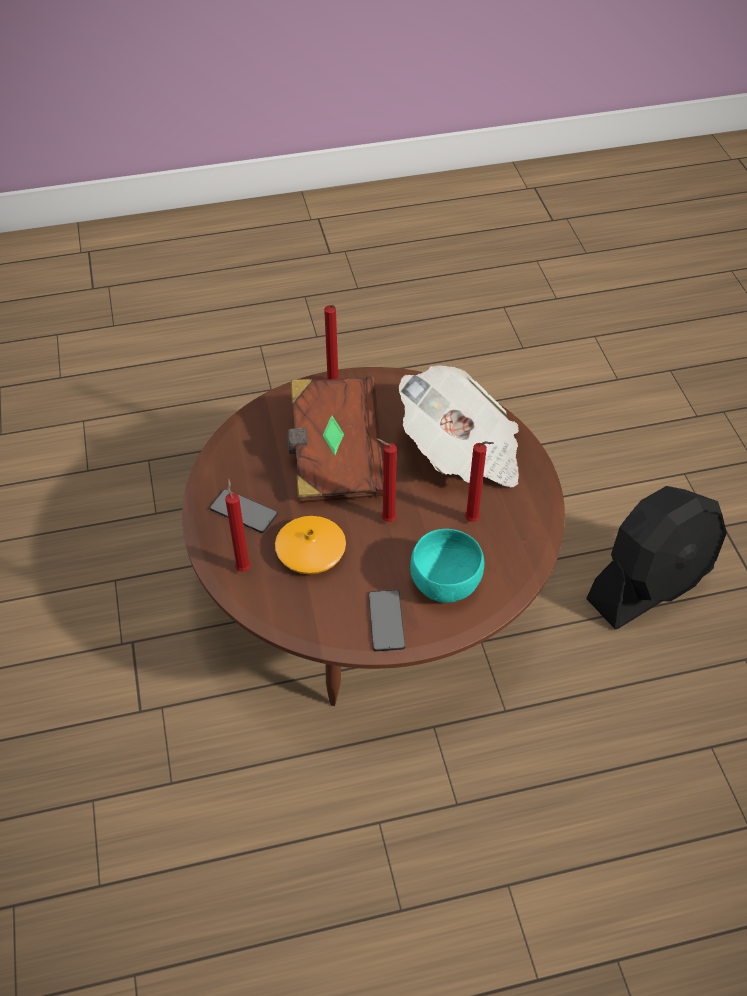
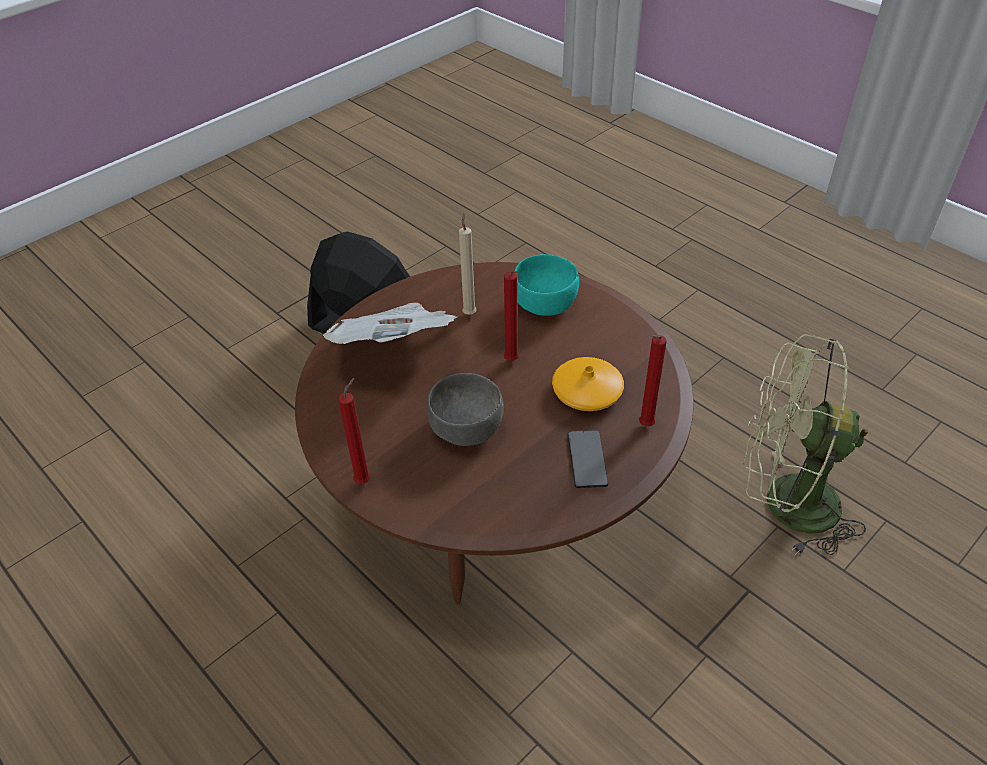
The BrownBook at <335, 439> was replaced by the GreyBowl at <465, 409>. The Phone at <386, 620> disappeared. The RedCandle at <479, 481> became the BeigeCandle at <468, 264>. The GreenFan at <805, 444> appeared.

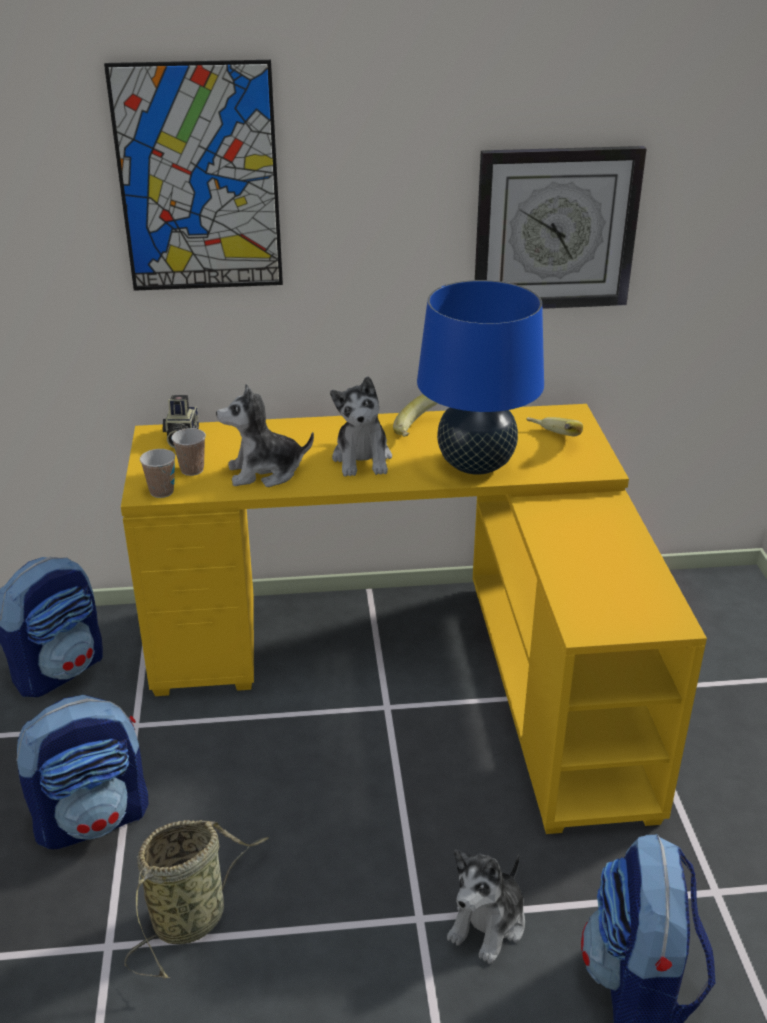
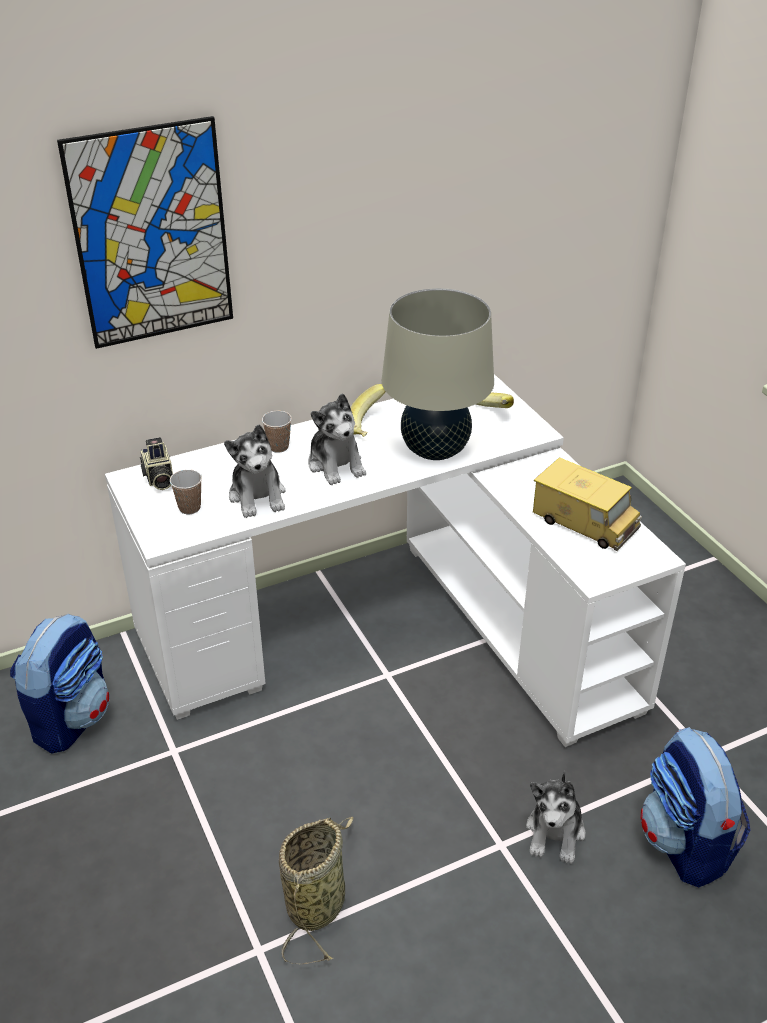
The Backpack at <82, 772> disappeared. The YellowDesk at <414, 619> became the WhiteDesk at <395, 560>. The Cup moved from <157, 473> to <277, 432>. The PlushToy at <265, 435> turned 75 degrees counterclockwise. The BlueTableLamp at <480, 377> became the BeigeTableLamp at <438, 374>. The WallClock at <560, 227> disappeared. The ToyTruck at <587, 504> appeared.

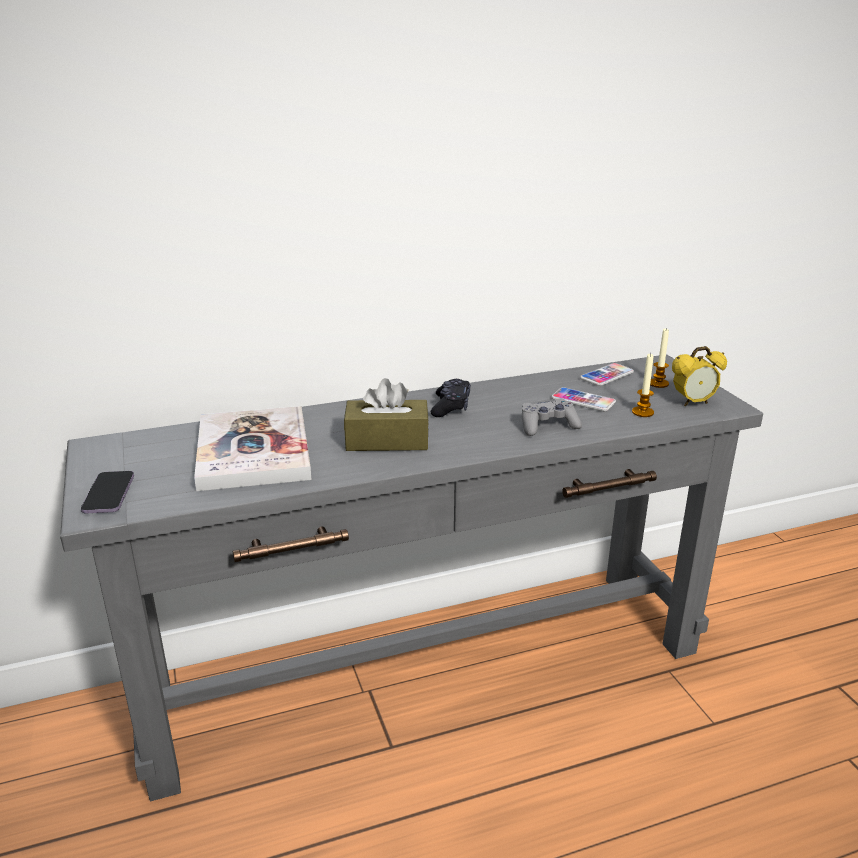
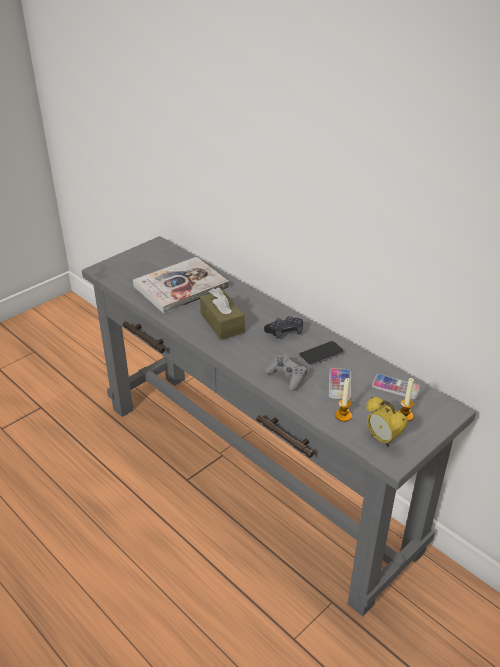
The Phone moved from <107, 492> to <321, 353>.

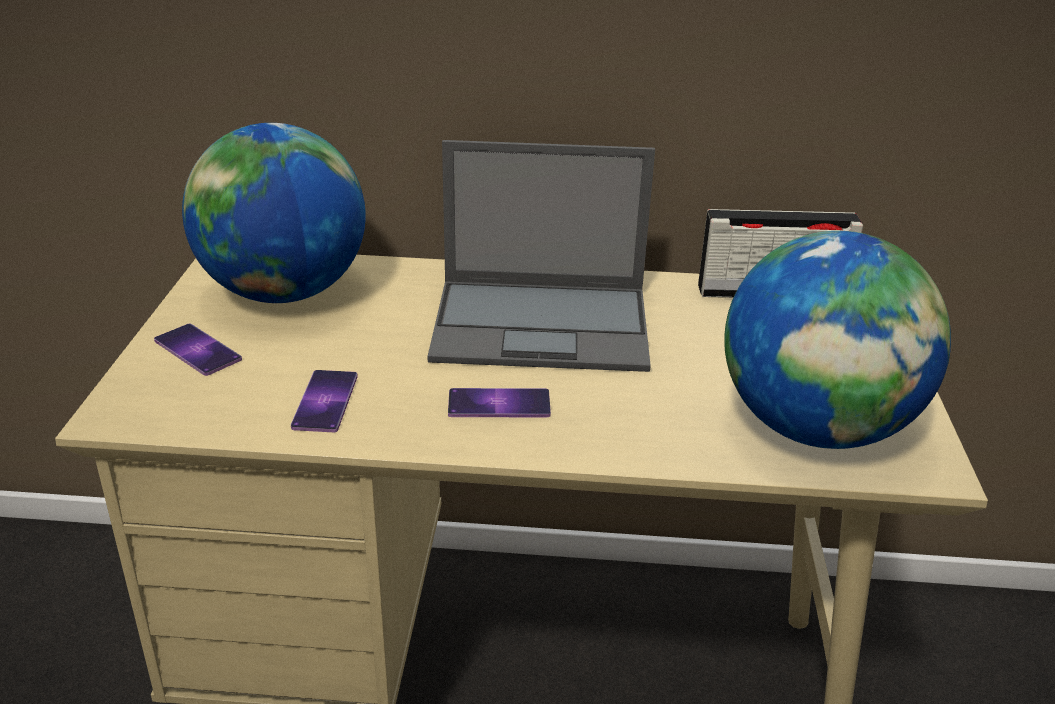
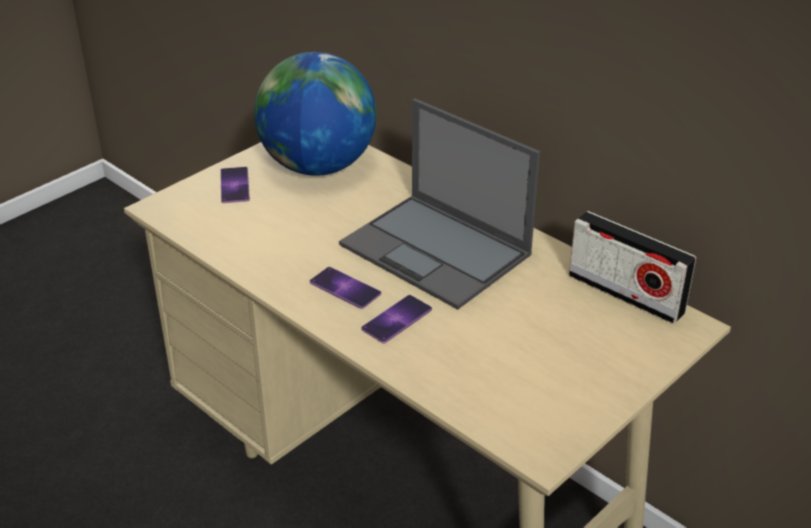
The Phone moved from <324, 401> to <396, 319>. The Globe at <837, 340> disappeared.

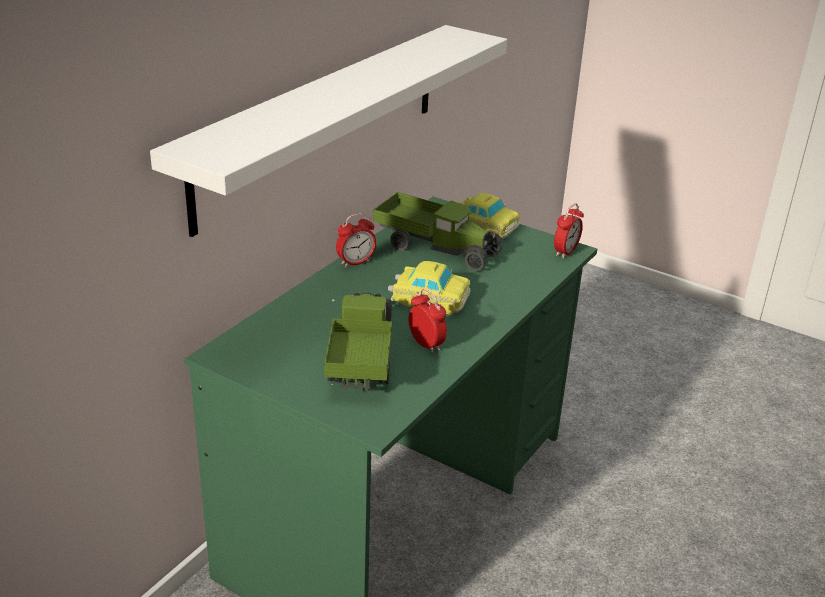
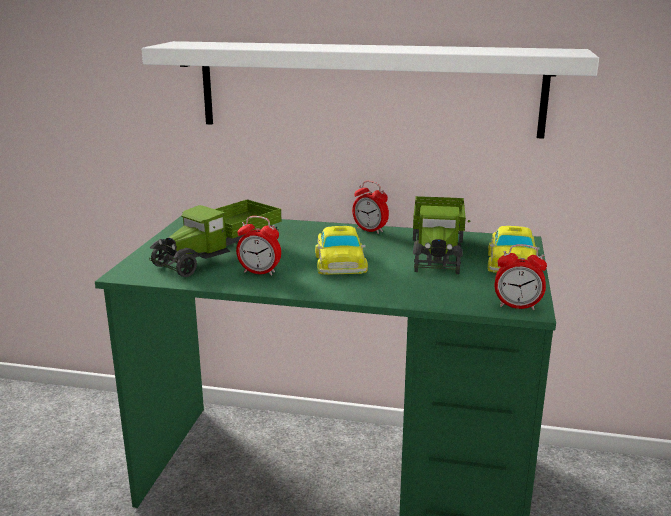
The ToyTruck at <358, 341> turned 150 degrees clockwise. The AlarmClock at <427, 321> turned 75 degrees clockwise.

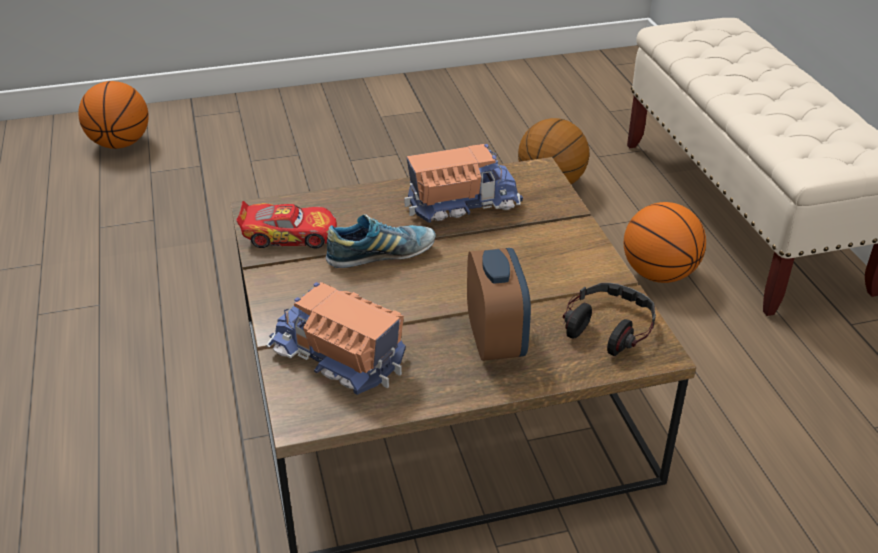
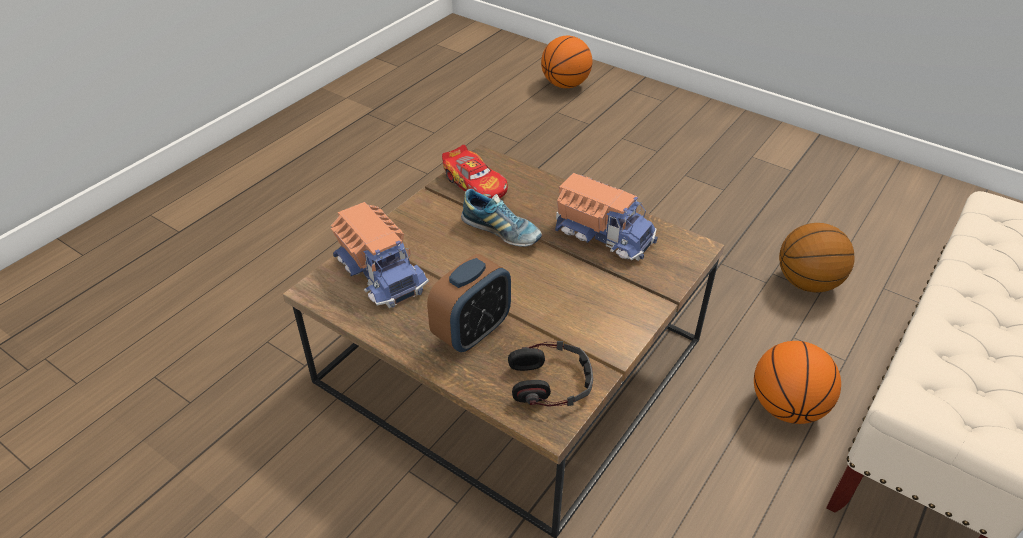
The ToyTruck at <336, 338> turned 150 degrees clockwise.

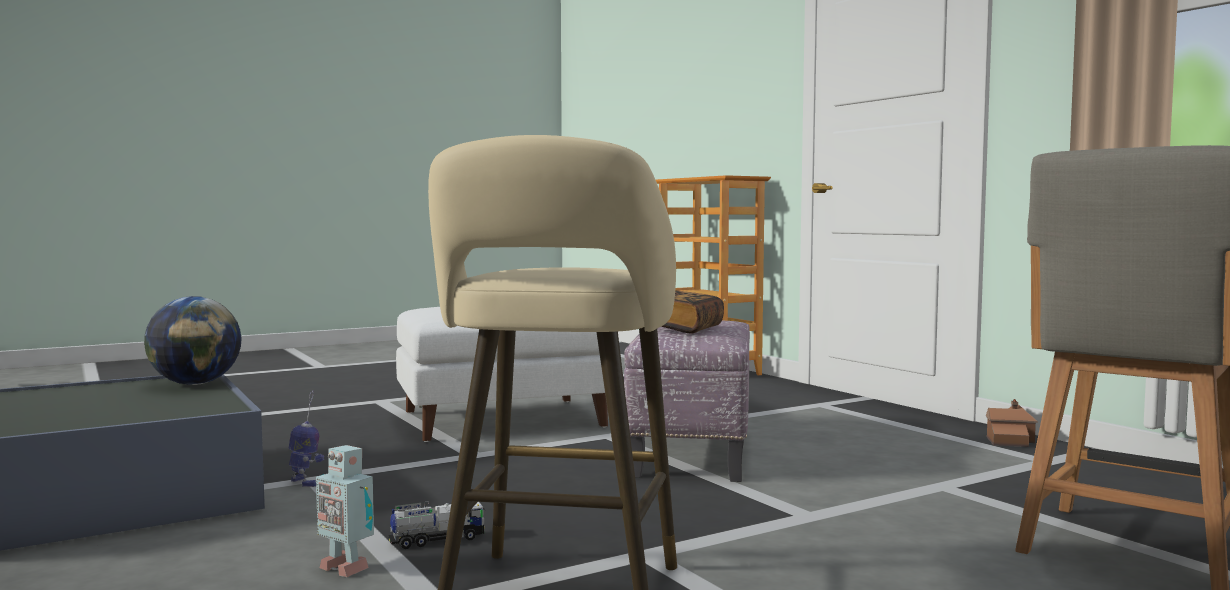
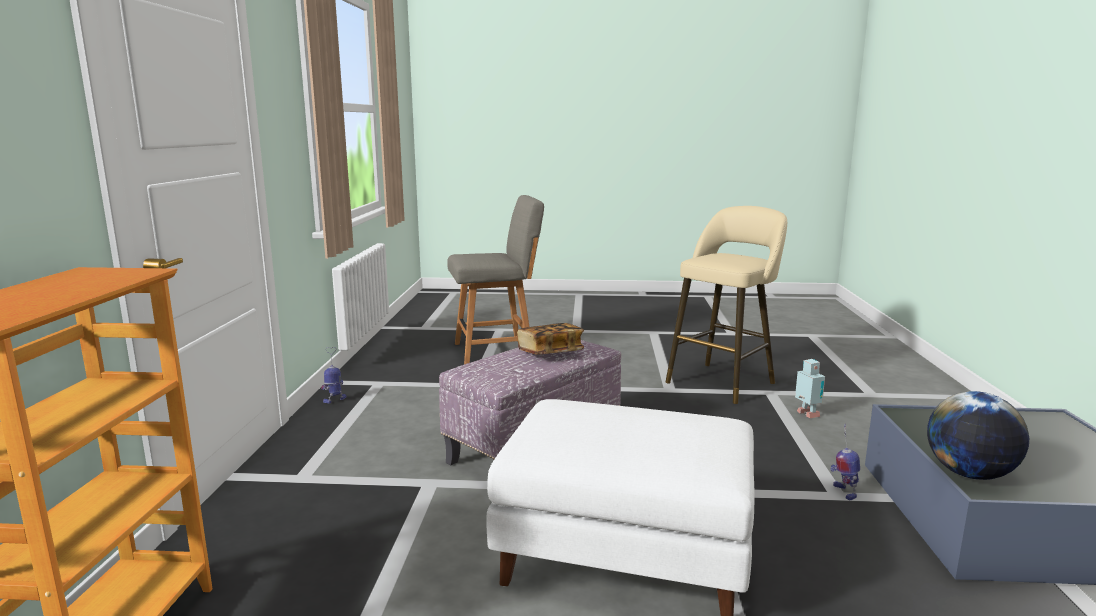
The ToyTruck at <436, 525> disappeared. The ToyHouse at <1012, 423> was replaced by the ToyRobot at <334, 375>.

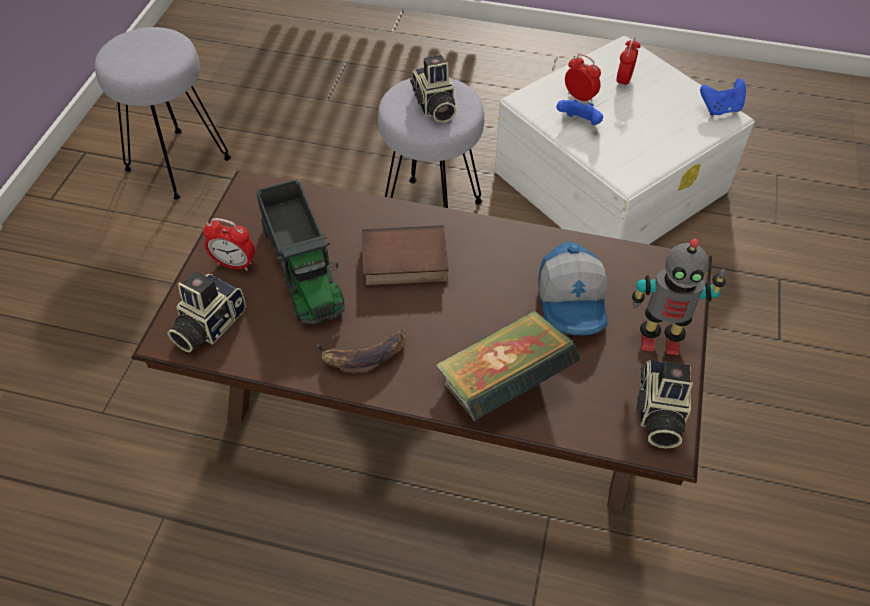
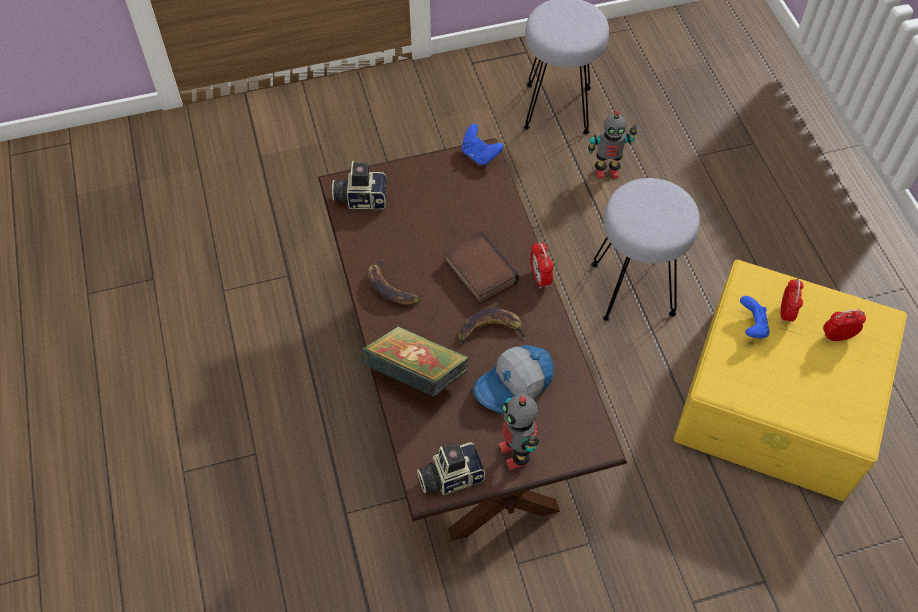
The AlarmClock moved from <229, 244> to <542, 265>. The ToyTruck at <300, 252> disappeared. The PhotoCamera at <433, 89> disappeared. The WhiteStorageBox at <625, 140> became the YellowStorageBox at <790, 380>. The BlueGameController moved from <723, 97> to <483, 144>. The Banana at <493, 326> appeared. The ToyRobot at <612, 144> appeared.

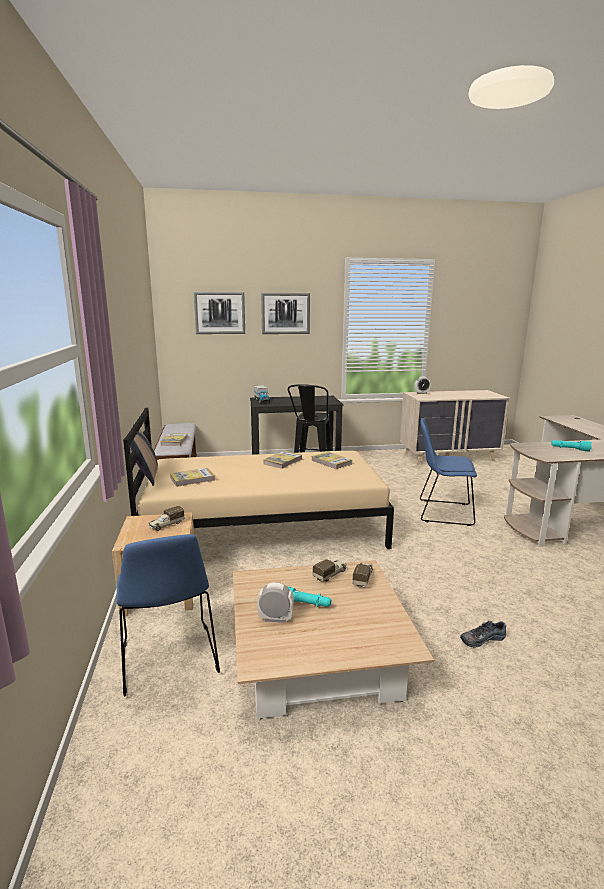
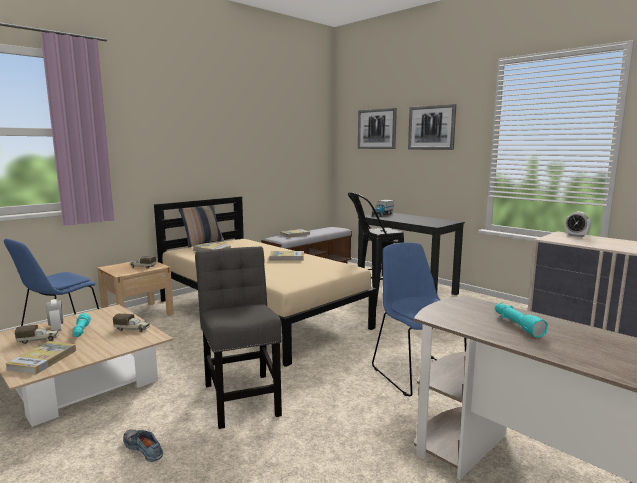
The Book moved from <331, 460> to <40, 358>. The ToyTruck moved from <363, 575> to <37, 334>. The GreyChair at <238, 338> appeared.

